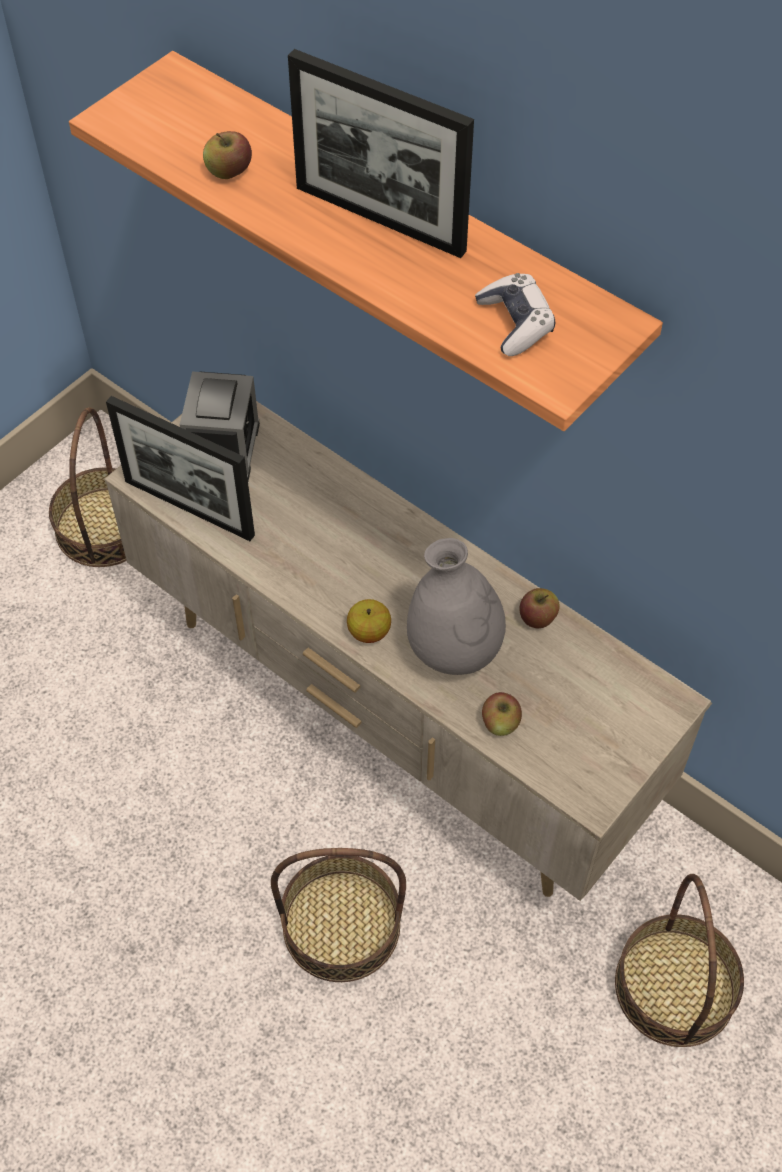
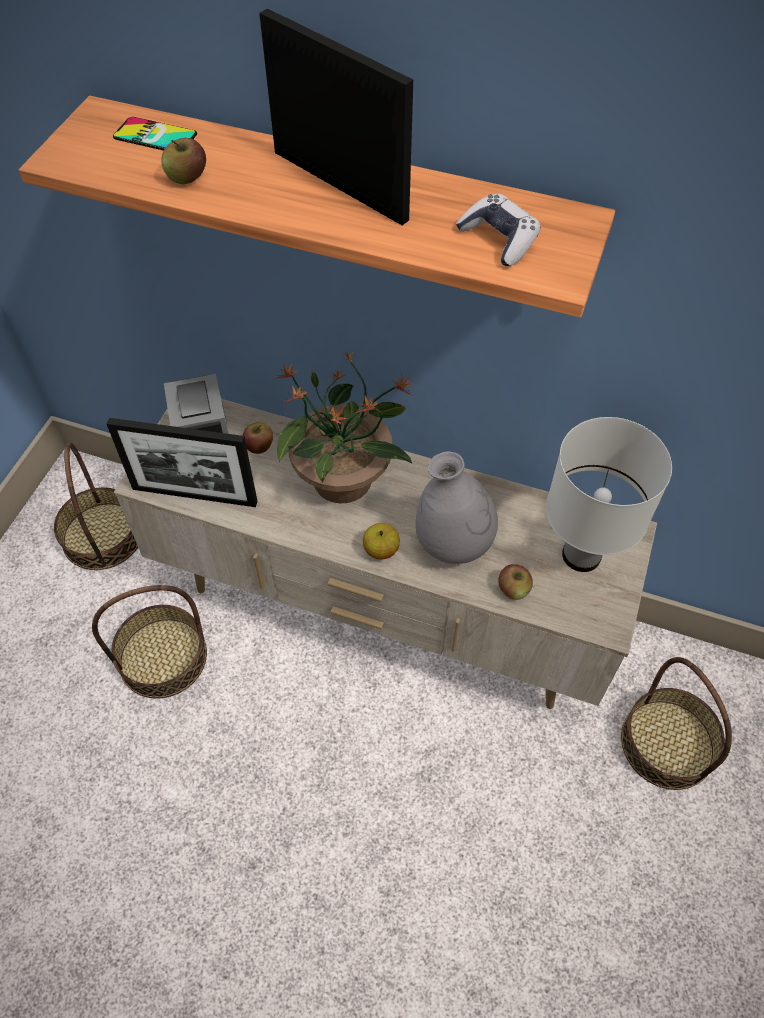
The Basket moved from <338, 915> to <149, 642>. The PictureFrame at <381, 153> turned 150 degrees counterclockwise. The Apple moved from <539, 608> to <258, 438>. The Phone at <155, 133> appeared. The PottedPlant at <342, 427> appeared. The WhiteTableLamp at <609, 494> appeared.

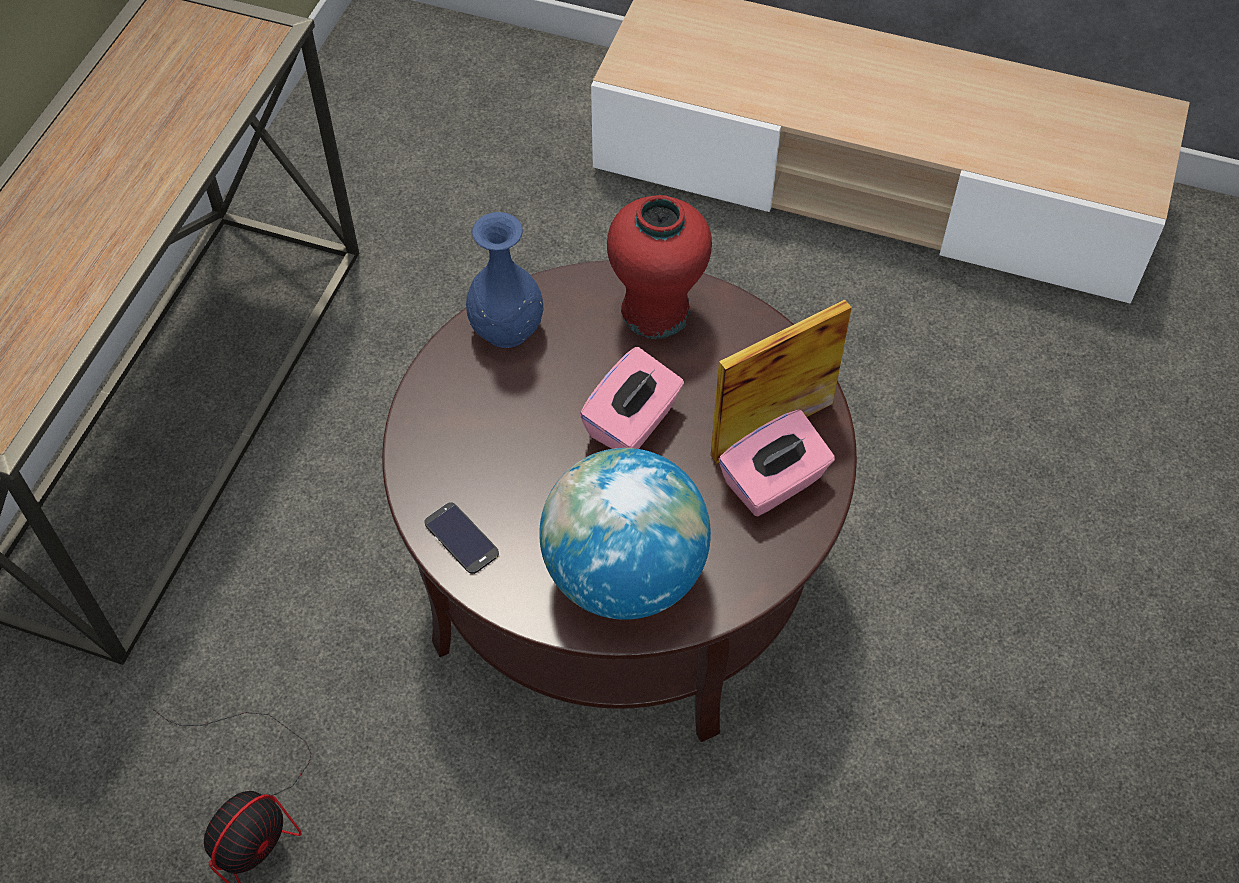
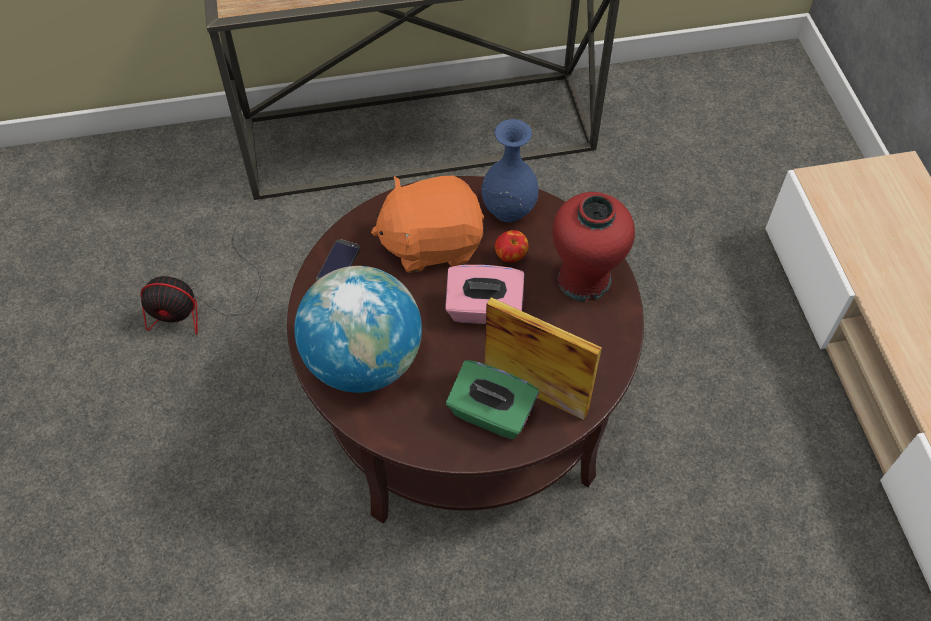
The PinkTissueBox at <777, 463> became the GreenTissueBox at <492, 400>. The OrangePlushToy at <427, 224> appeared. The Apple at <511, 246> appeared.

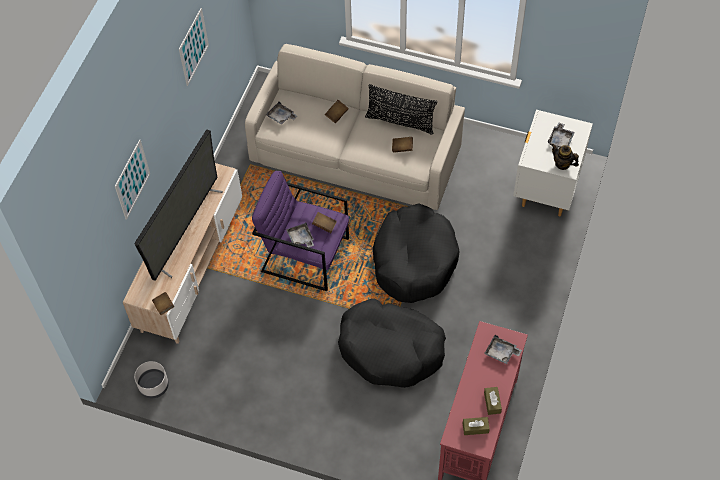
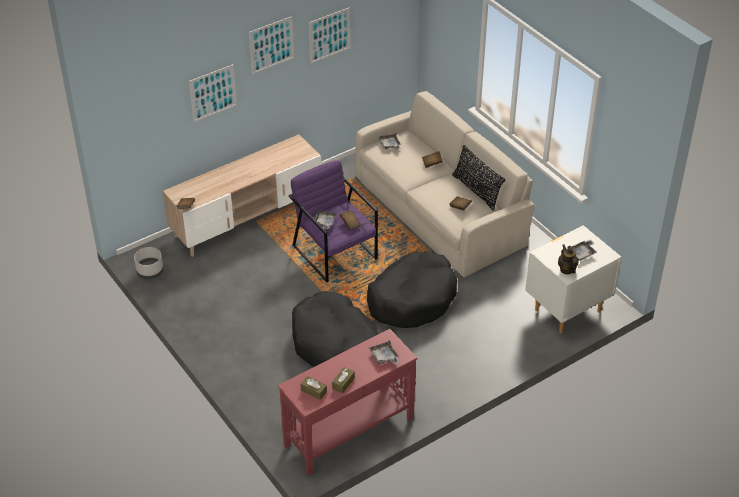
The Television at <179, 205> disappeared. The Picture at <271, 45> appeared.

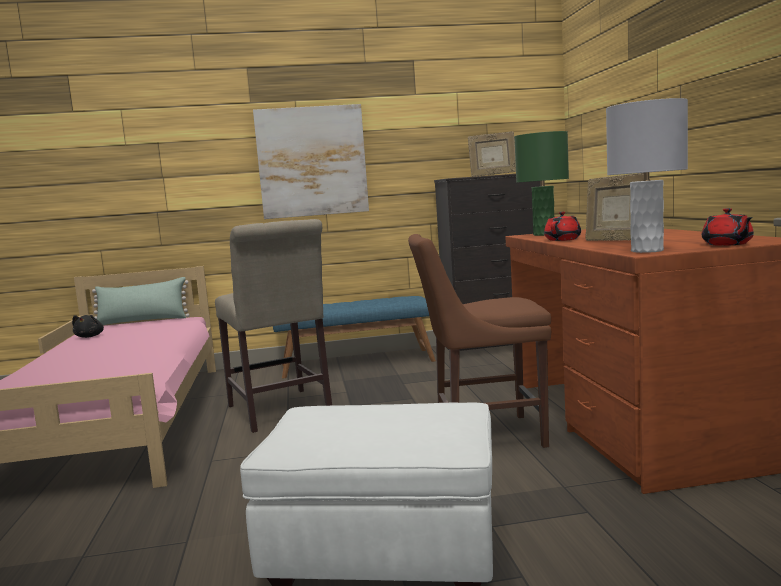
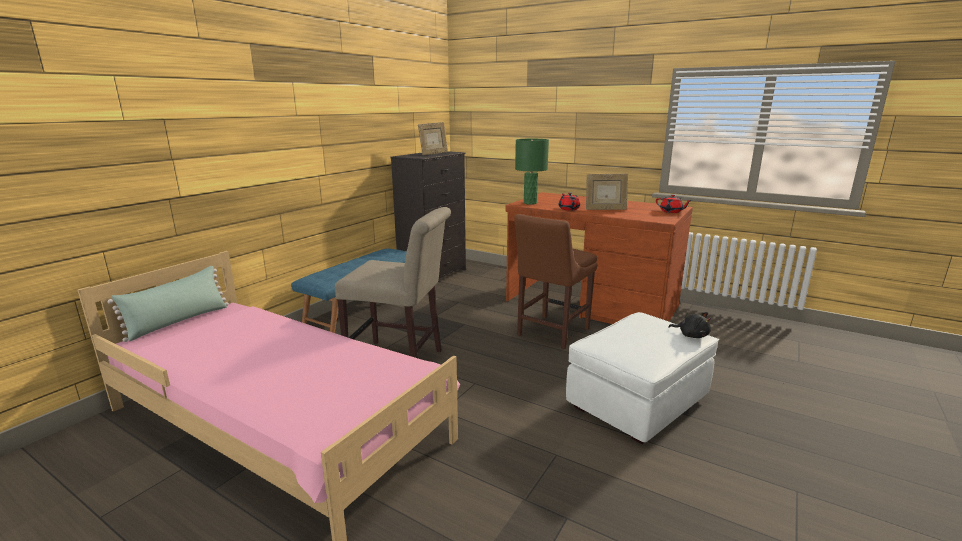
The BlackPlushToy moved from <88, 326> to <689, 325>. The Picture at <311, 161> disappeared. The GreyTableLamp at <647, 175> disappeared.

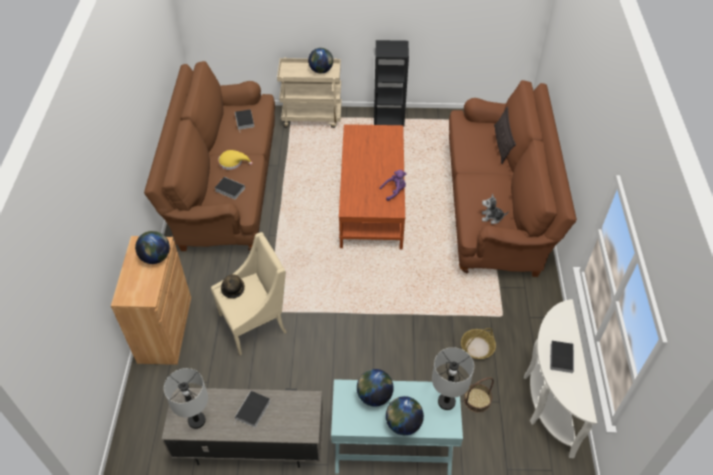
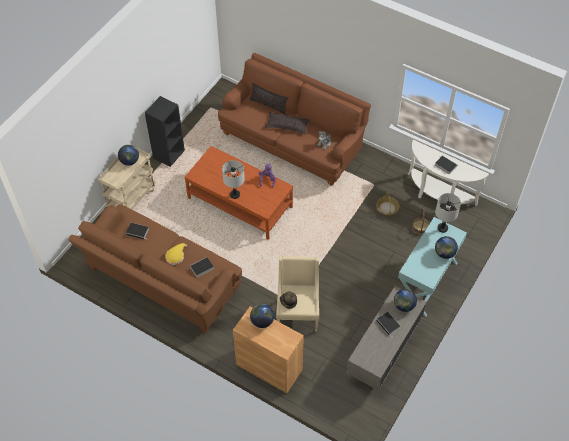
The GreyTableLamp moved from <186, 398> to <233, 179>. The Globe moved from <375, 388> to <405, 300>. The Pillow at <287, 123> appeared.

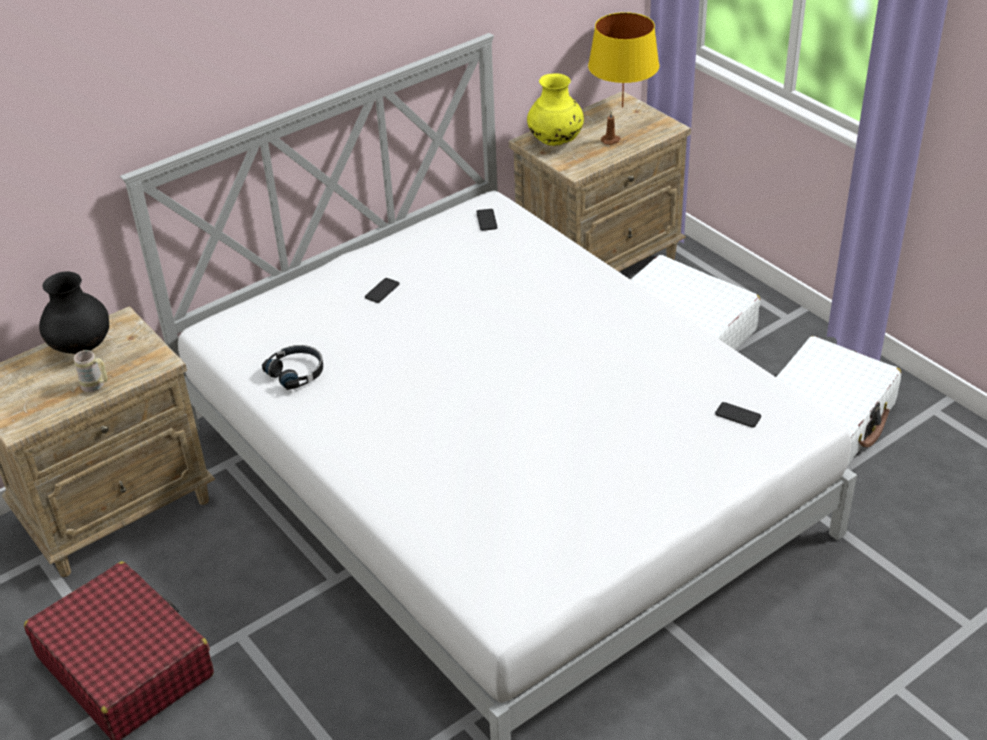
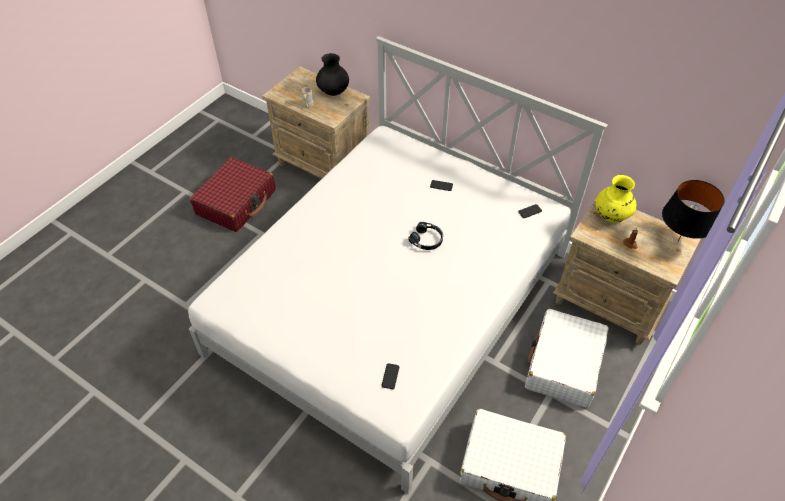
The BlackHeadphones moved from <292, 367> to <425, 236>. The YellowTableLamp at <623, 60> became the BlackTableLamp at <693, 211>.

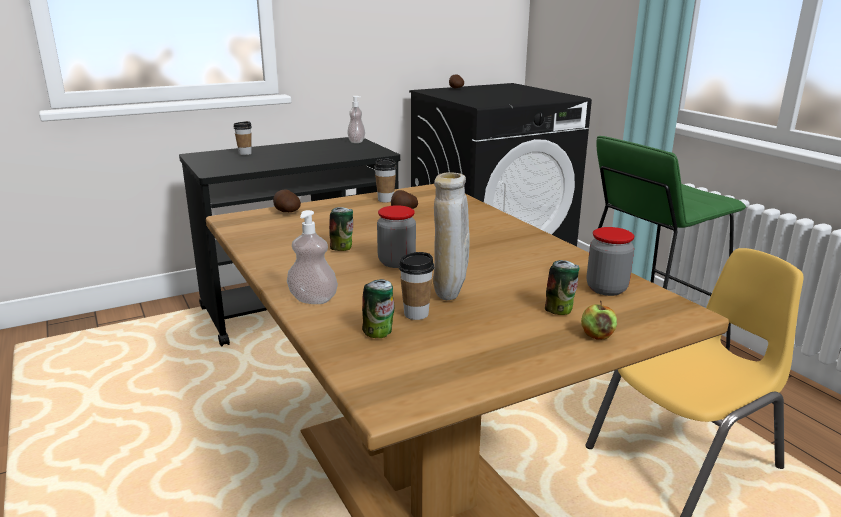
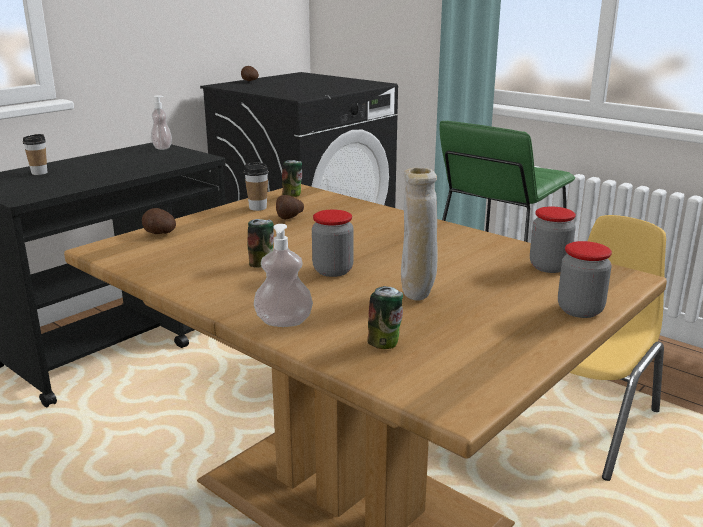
The Cup at <416, 286> disappeared. The Can moved from <562, 287> to <292, 178>. The Apple at <599, 320> was replaced by the Jar at <585, 279>.

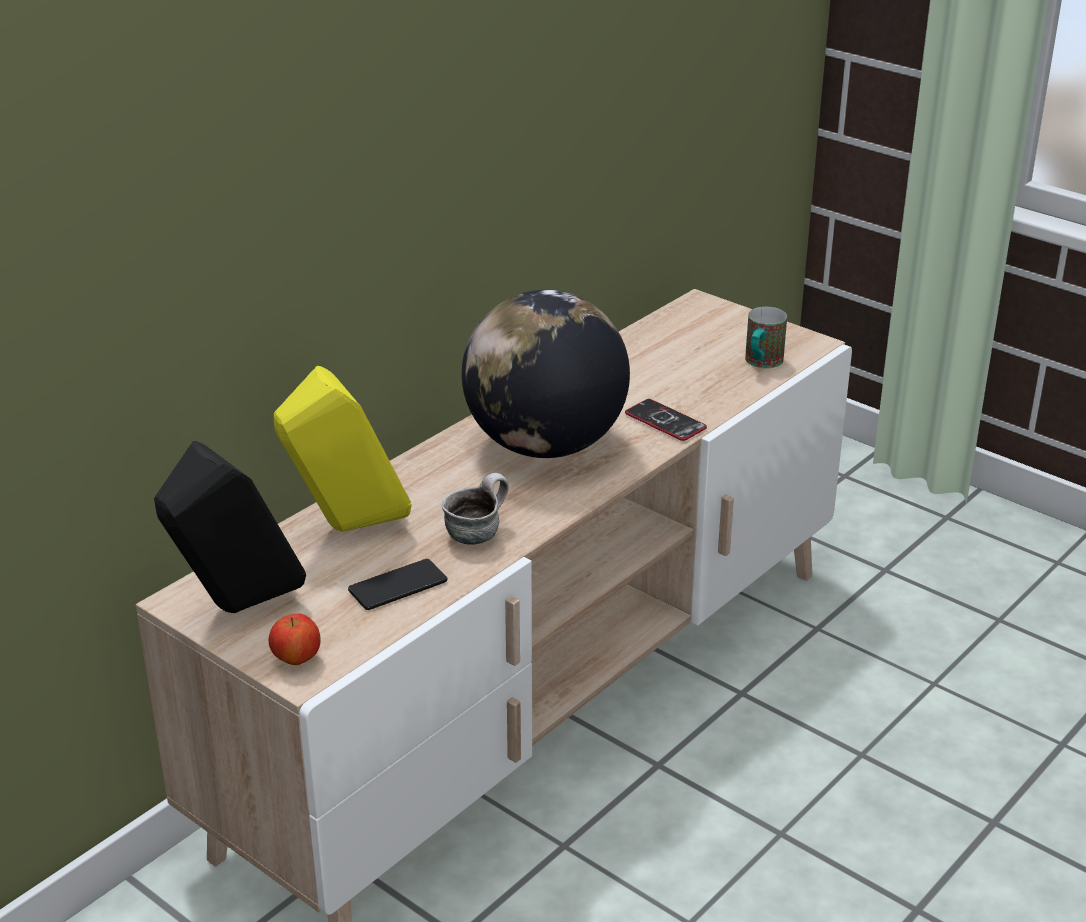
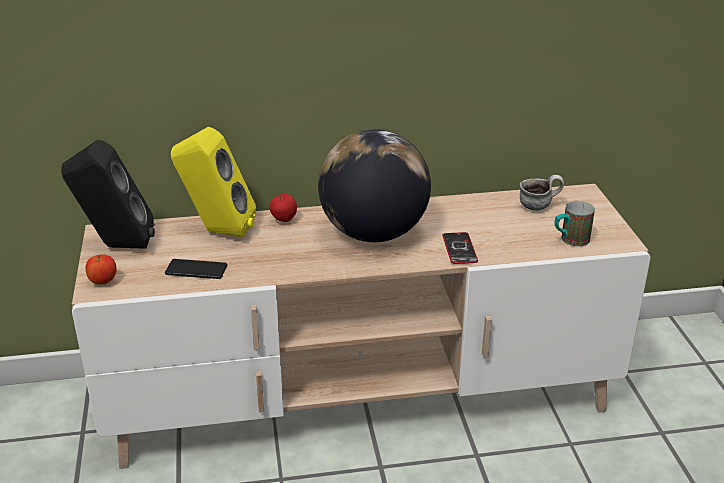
The Mug moved from <475, 509> to <542, 192>. The Apple at <283, 208> appeared.

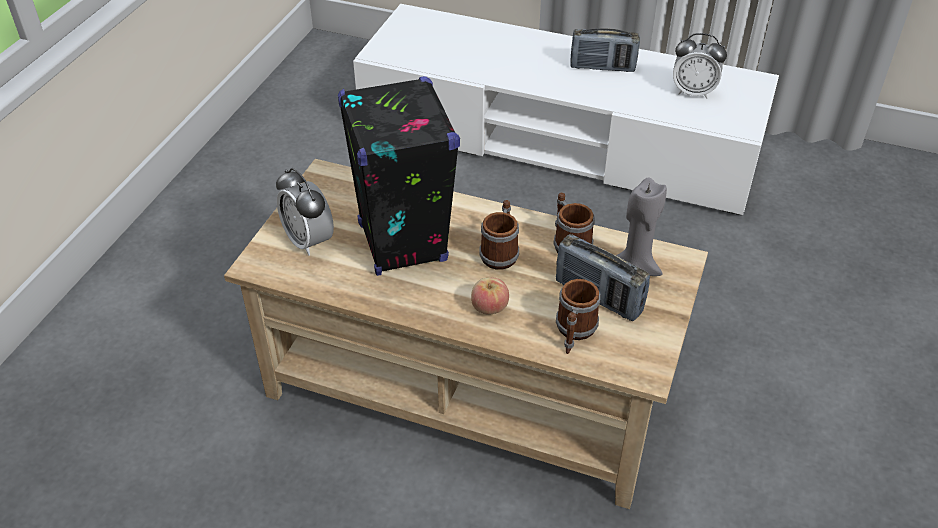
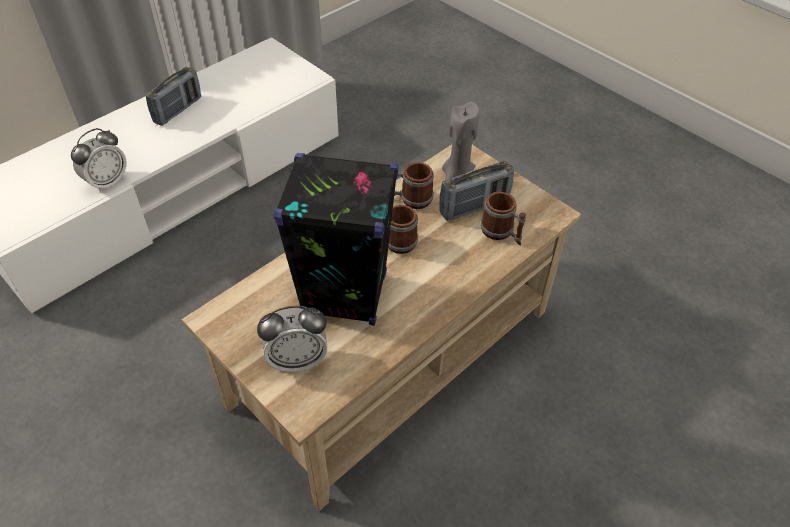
The Apple at <490, 296> disappeared. The AlarmClock moved from <700, 66> to <99, 160>.

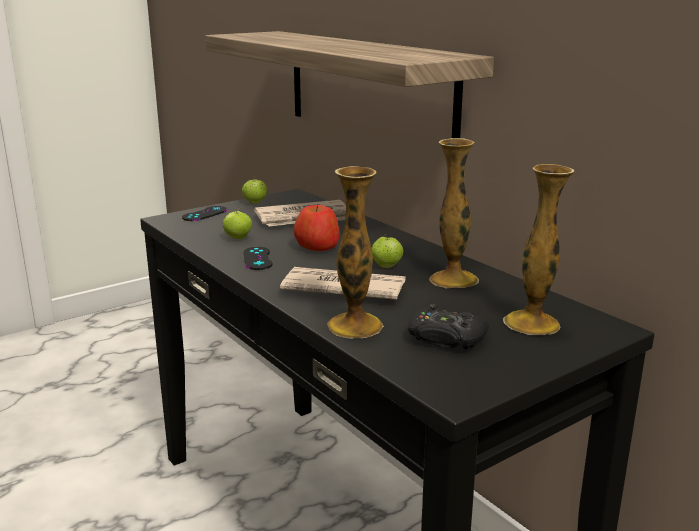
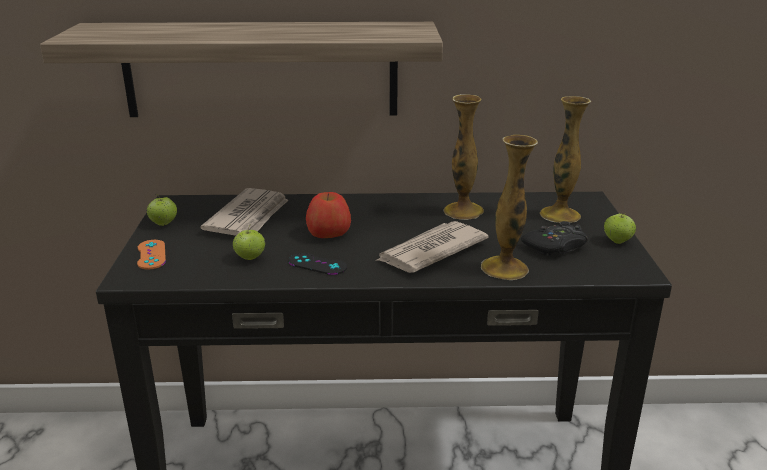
The BlackGameController at <204, 213> became the OrangeGameController at <151, 254>. The Apple moved from <387, 251> to <620, 228>.

